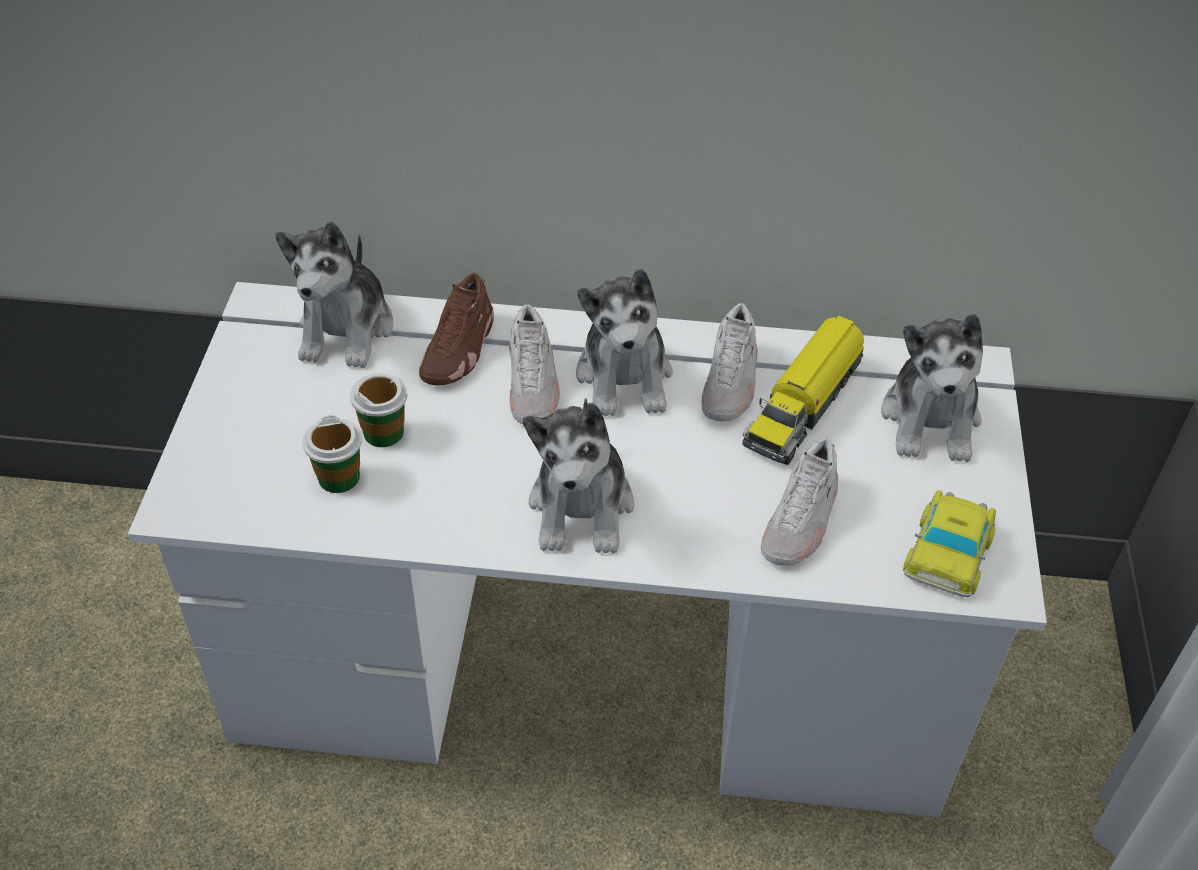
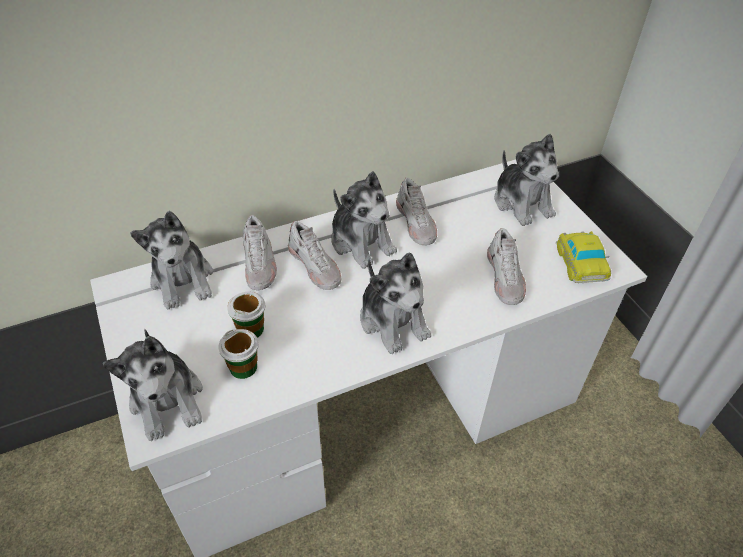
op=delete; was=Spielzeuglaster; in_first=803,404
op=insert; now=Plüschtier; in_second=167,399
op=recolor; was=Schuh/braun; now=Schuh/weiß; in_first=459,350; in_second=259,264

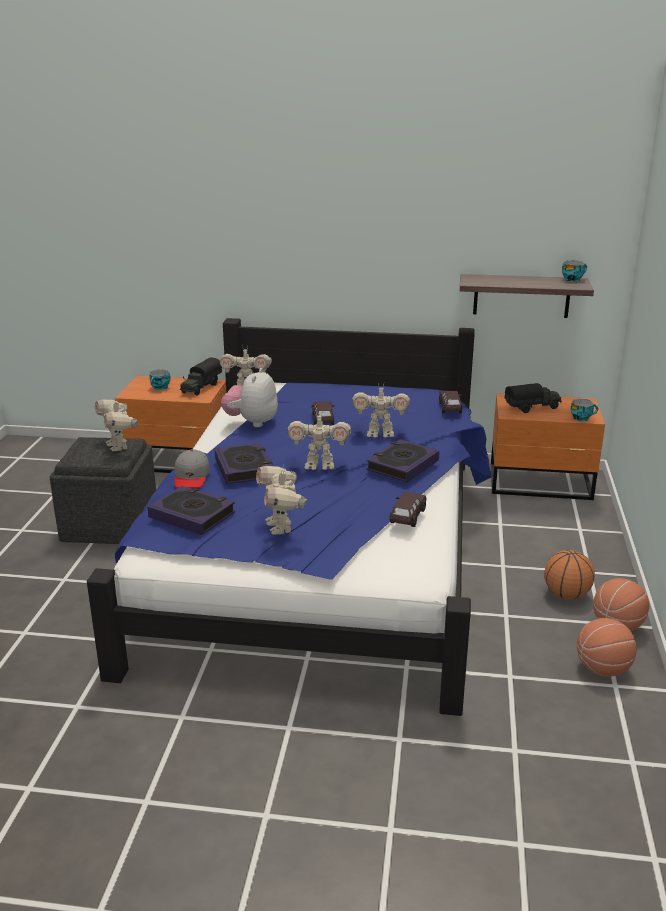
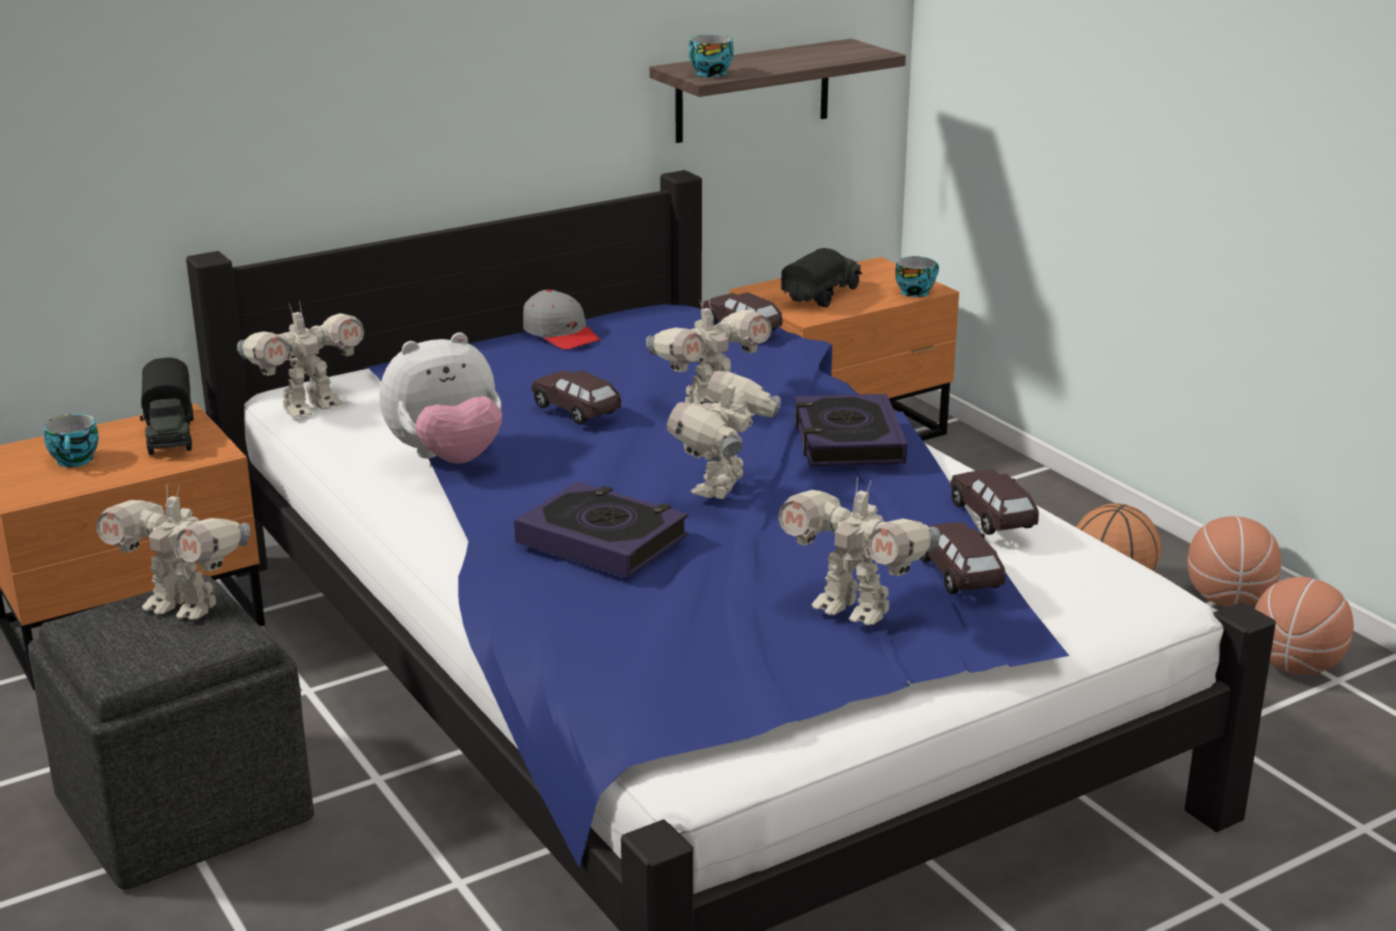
op=delete; was=Buch; in_first=192,515
op=insert; now=Spielzeugauto/braun; in_second=959,574
op=move; was=Kappe/grau; in_first=191,477; in_second=561,334
op=move; was=Tasse; in_first=572,279; in_second=711,73
op=rotate; was=Plüschtier; in_first=252,422; in_second=447,458; clockwise=-90
op=rotate; was=Spielzeugroboter; in_first=319,466; in_second=722,488; clockwise=150

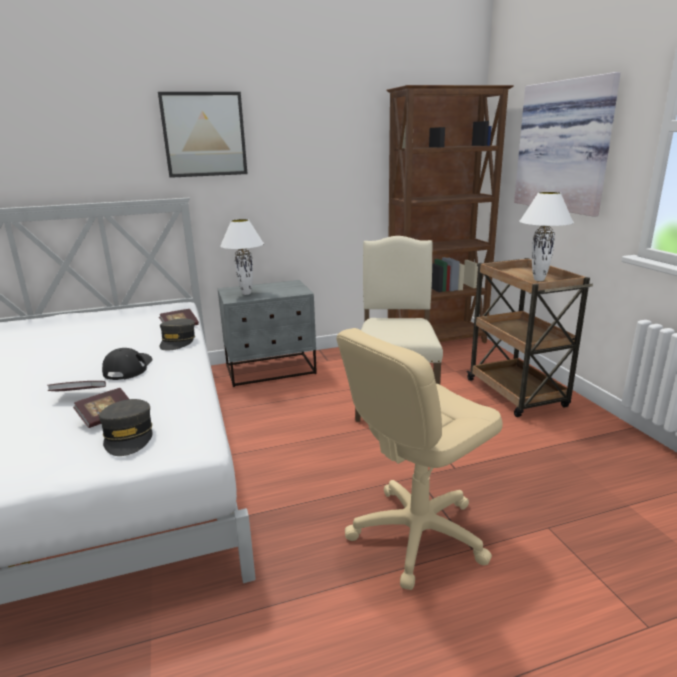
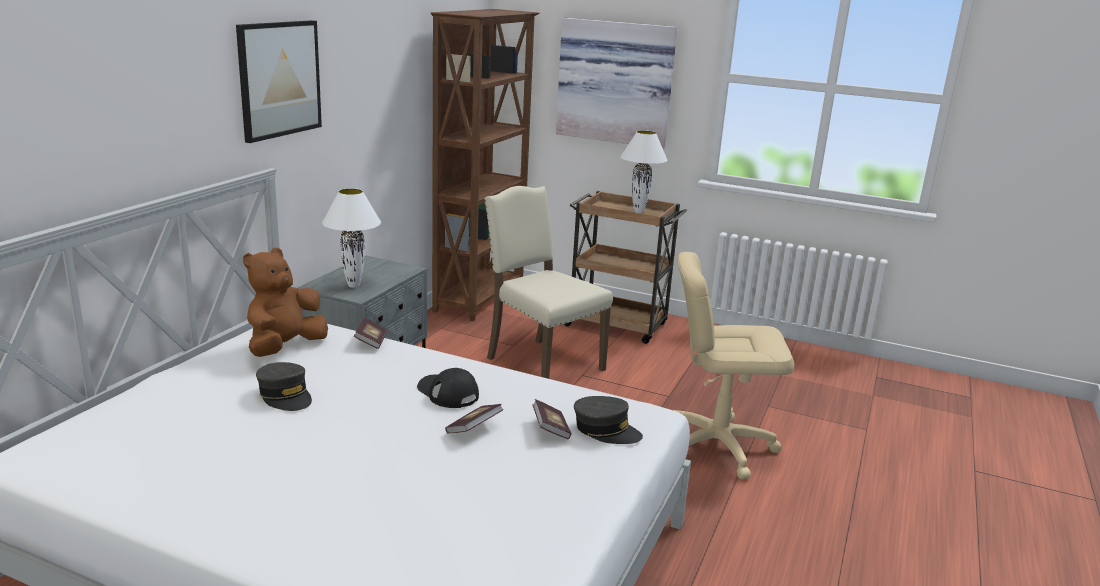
op=insert; now=Plüschtier/braun; in_second=285,348
op=move; was=Kappe/grau; in_first=177,341; in_second=285,396
op=rotate; was=Bürostuhl/beige; in_first=417,534; in_second=717,445; clockwise=90

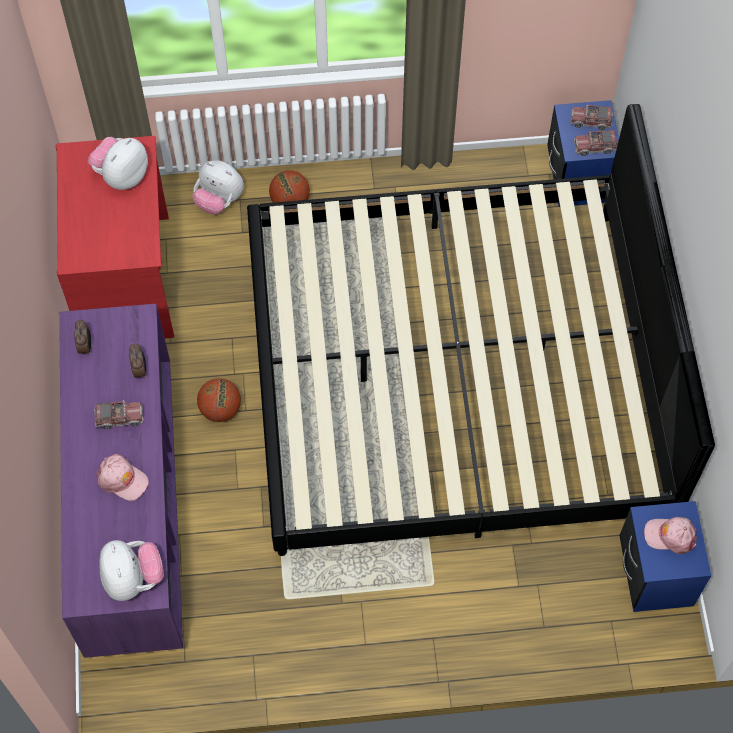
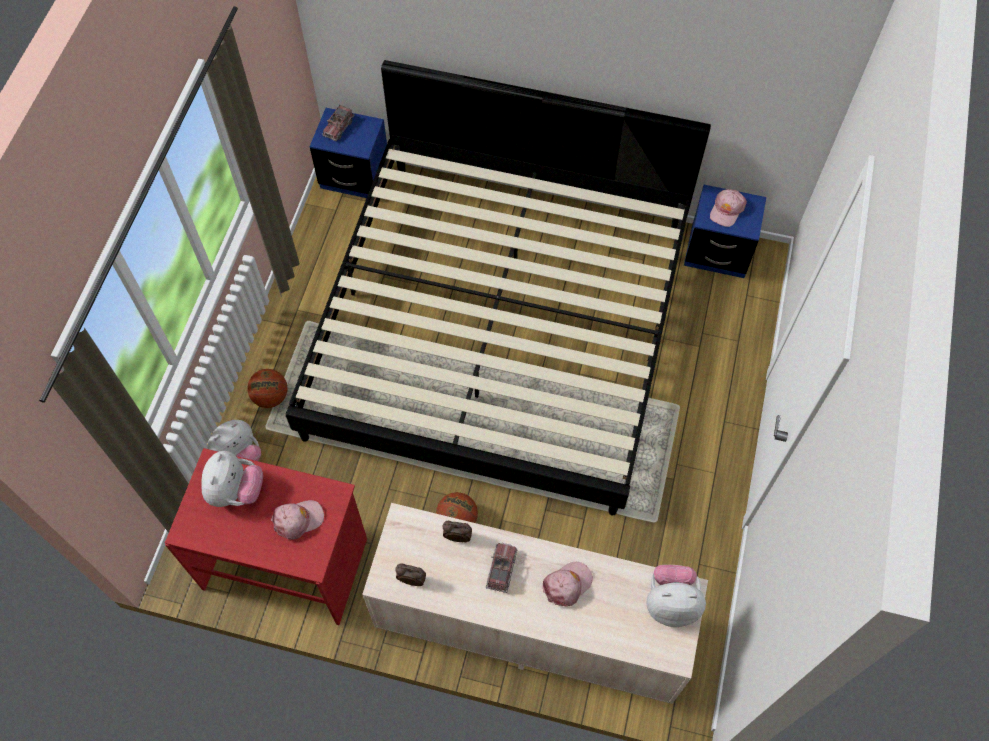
op=delete; was=Spielzeuglaster; in_first=595,146
op=insert; now=Kappe/rosa; in_second=298,520
op=recolor; was=Kommode/lila; now=Kommode/beige; in_first=132,511; in_second=530,626
op=rotate; was=Plüschtier; in_first=122,176; in_second=236,491; clockwise=-135

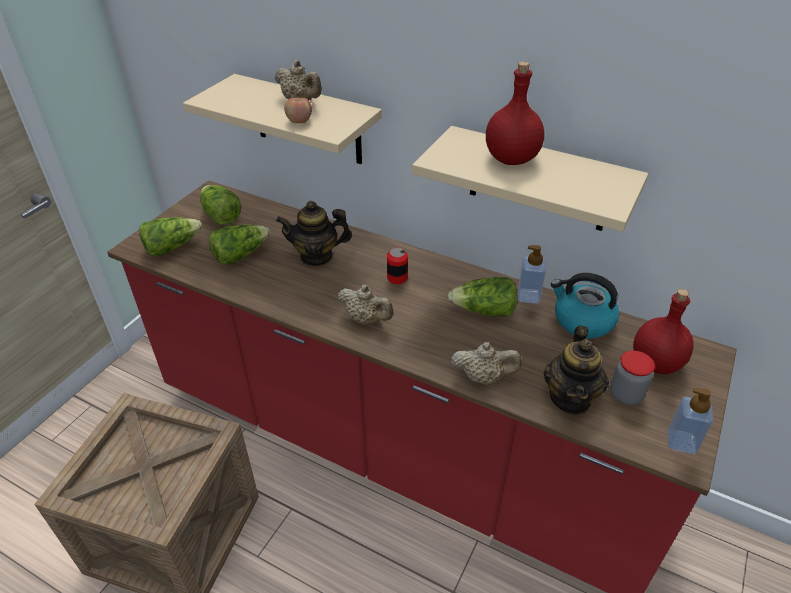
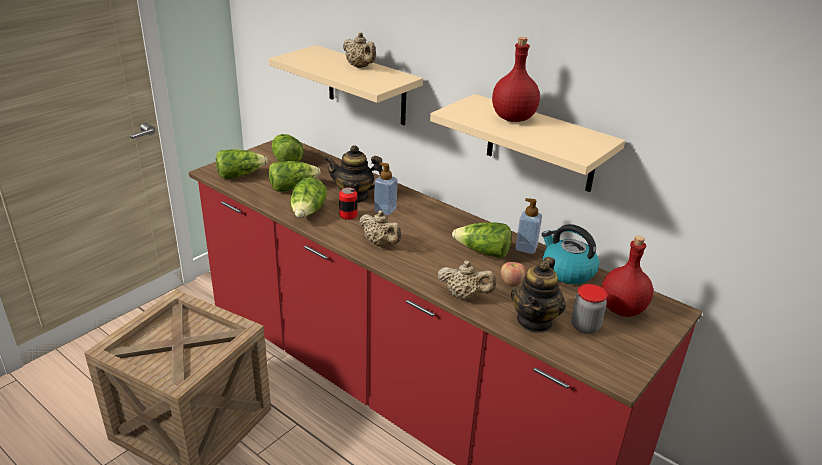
op=insert; now=Salatkopf; in_second=308,212
op=move; was=Apfel; in_first=299,121; in_second=511,282
op=move; was=Dose; in_first=397,278; in_second=348,215
op=move; was=Seifenspender; in_first=681,442; in_second=385,210

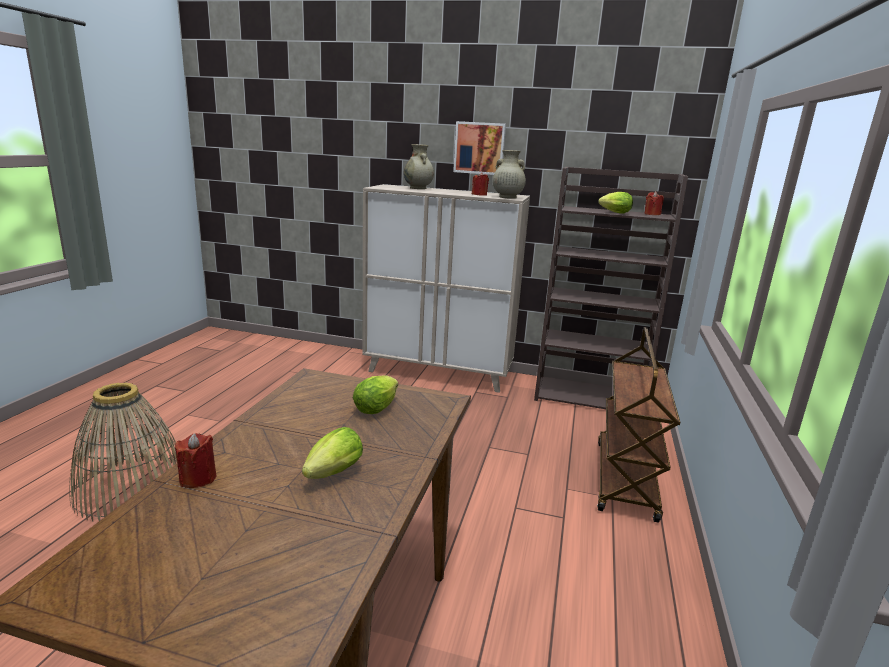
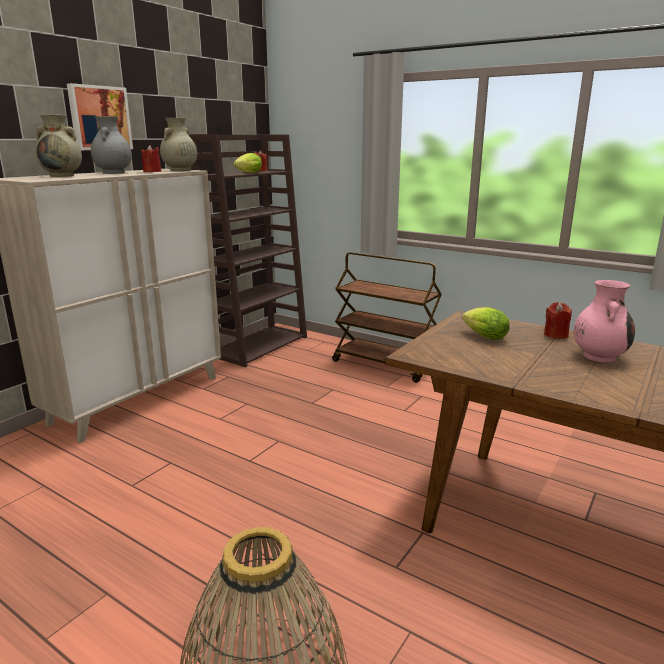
op=insert; now=Vase/grau; in_second=113,173
op=move; was=Kerze/rot; in_first=198,478; in_second=555,335
op=replace; was=Salatkopf; now=Vase/rosa; in_first=331,475; in_second=599,356

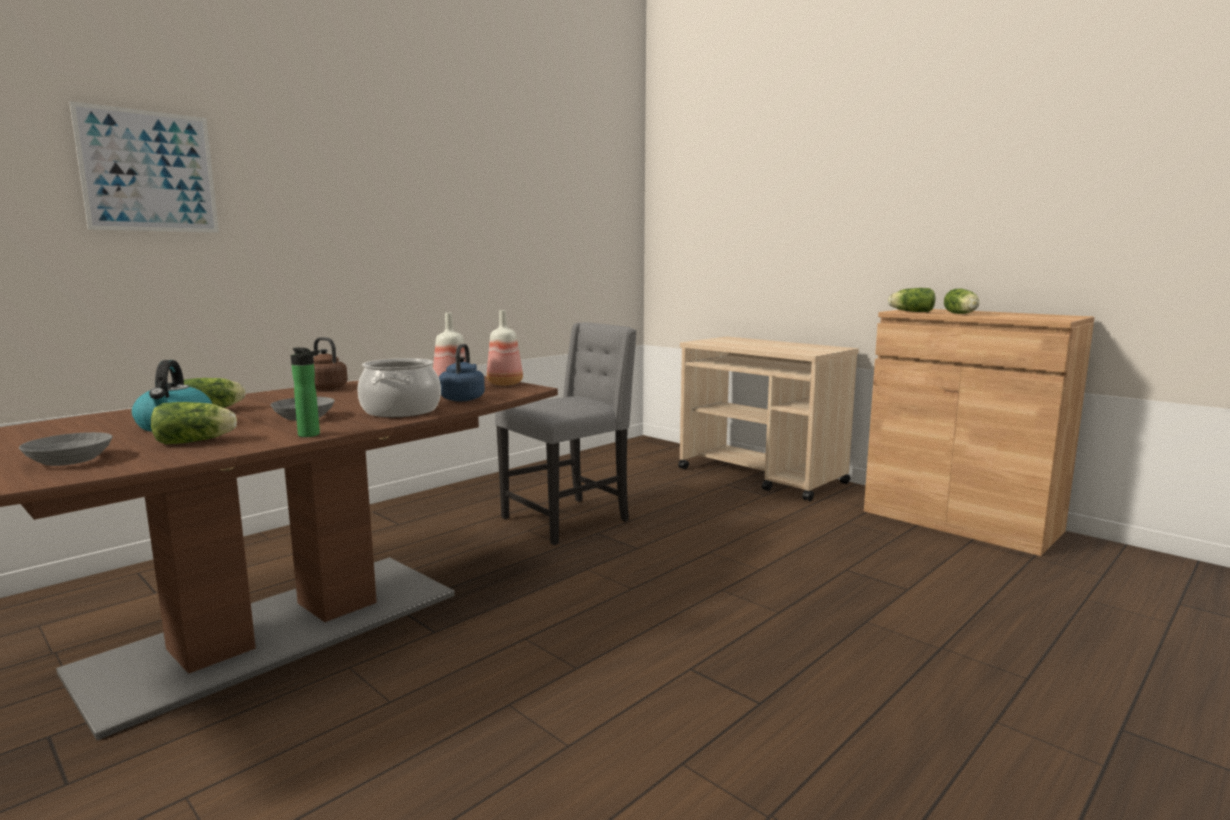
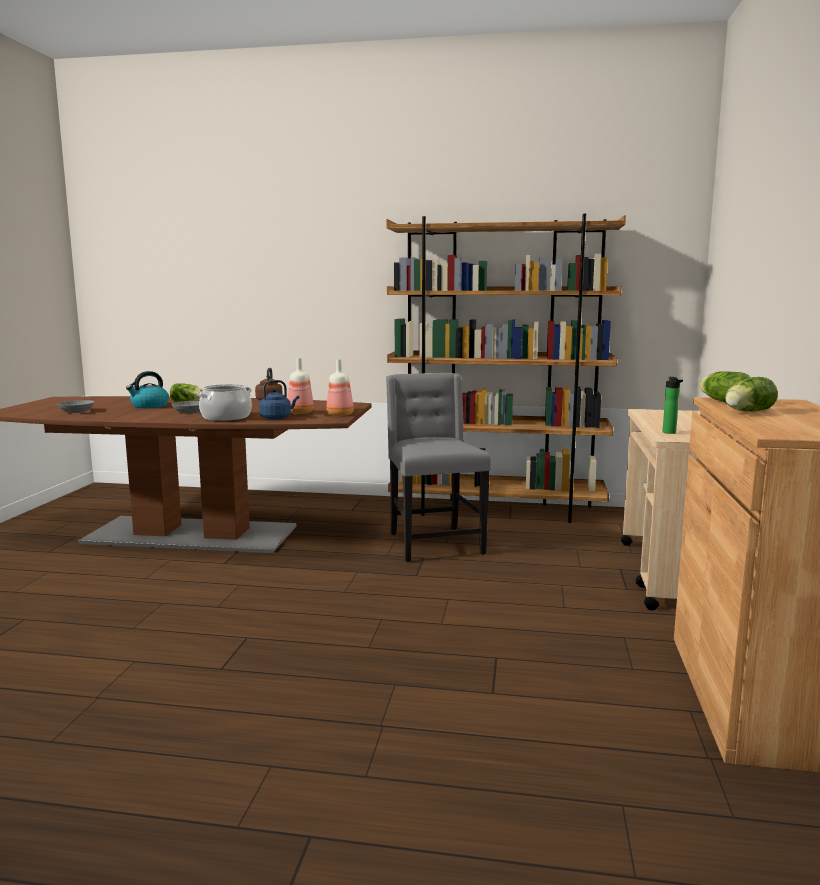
op=delete; was=Bild; in_first=149,171
op=delete; was=Salatkopf; in_first=197,441
op=insert; now=Bücherregal/braun; in_second=497,510
op=move; was=Flasche; in_first=311,435; in_second=670,433
op=rotate; was=Stuhl/grau; in_first=568,520; in_second=433,543; clockwise=-120

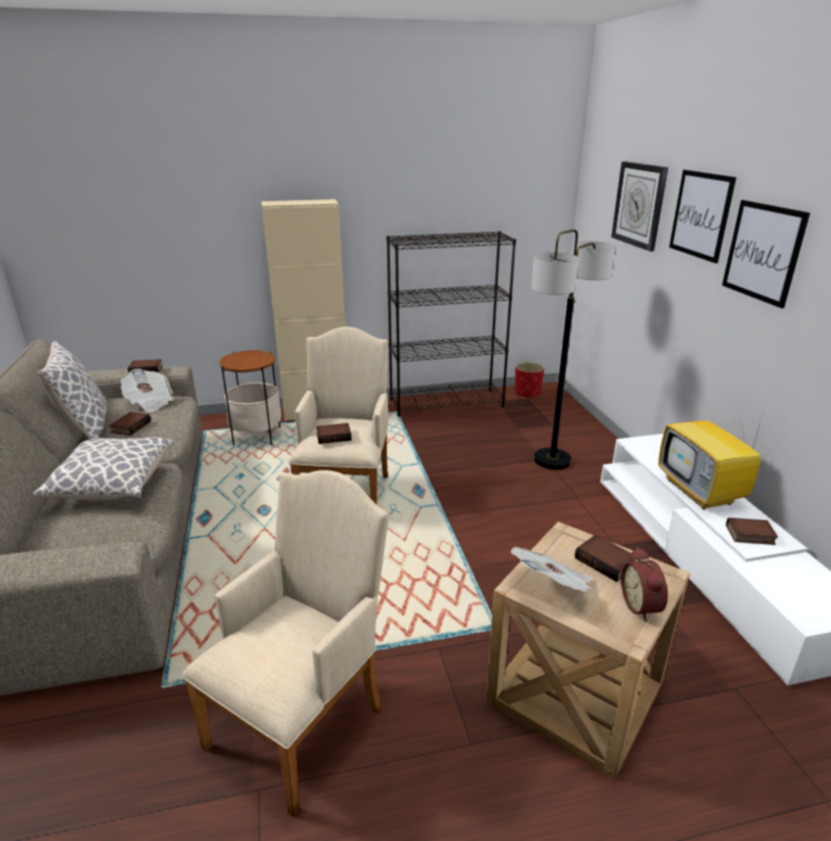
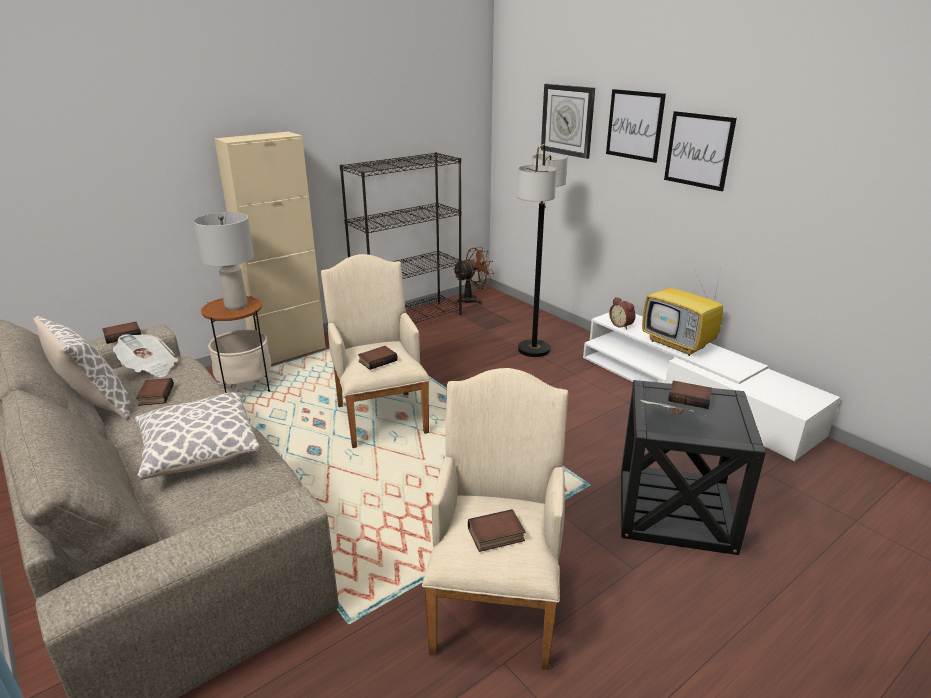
op=insert; now=Tischlampe/grau; in_second=236,306
op=move; was=Wecker; in_first=642,606; in_second=622,325
op=move; was=Buch; in_first=749,535; in_second=495,535
op=replace; was=Pflanzkübel/rot; now=Ventilator/braun; in_first=527,393; in_second=472,299
op=recolor; was=Beistelltisch/beige; now=Beistelltisch/schwarz; in_first=575,692; in_second=675,510

